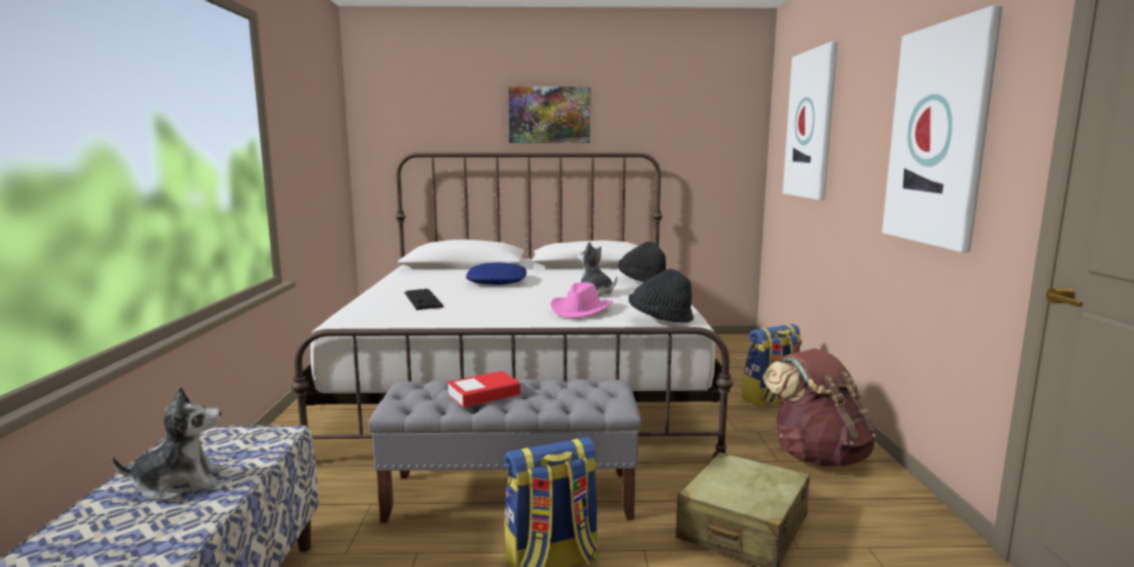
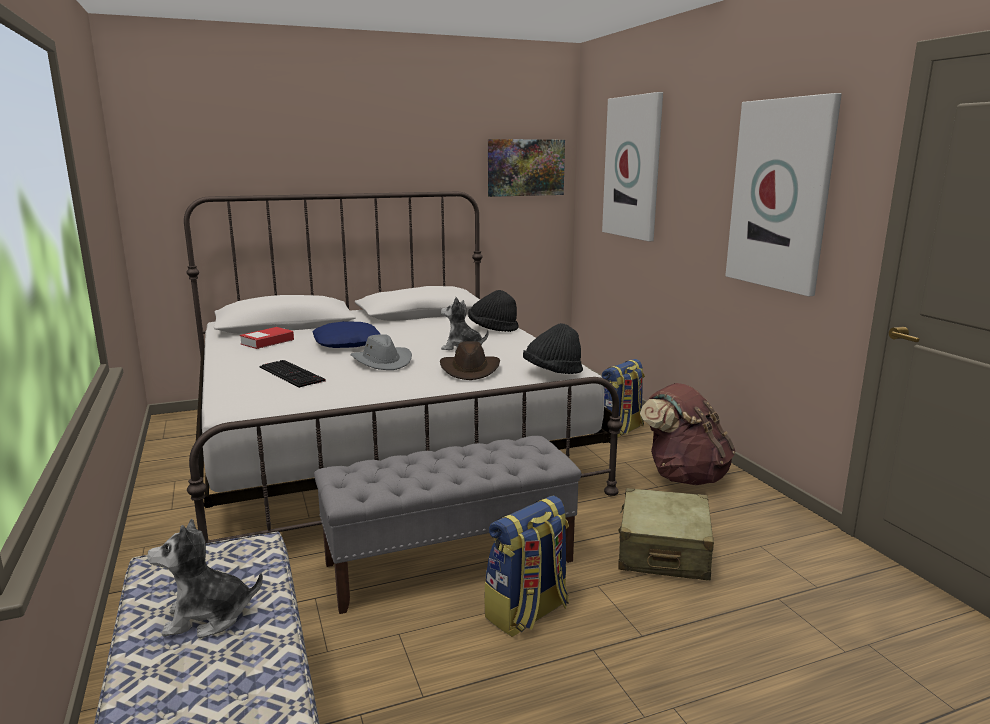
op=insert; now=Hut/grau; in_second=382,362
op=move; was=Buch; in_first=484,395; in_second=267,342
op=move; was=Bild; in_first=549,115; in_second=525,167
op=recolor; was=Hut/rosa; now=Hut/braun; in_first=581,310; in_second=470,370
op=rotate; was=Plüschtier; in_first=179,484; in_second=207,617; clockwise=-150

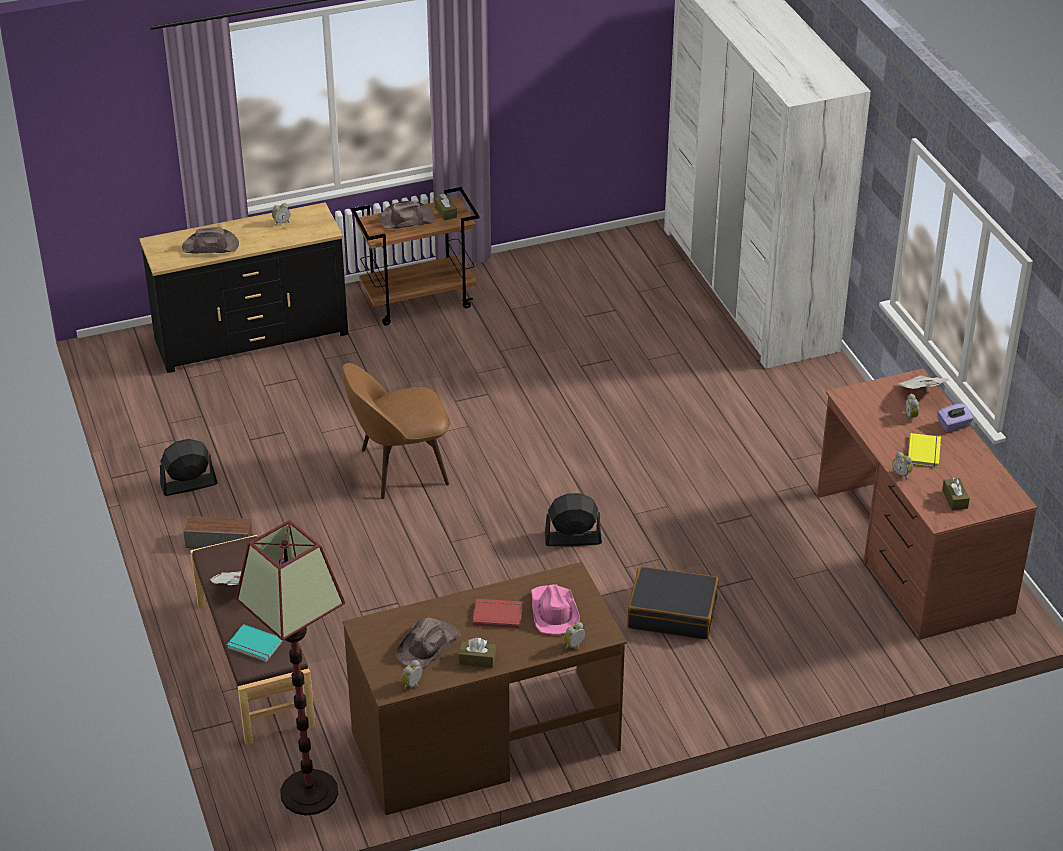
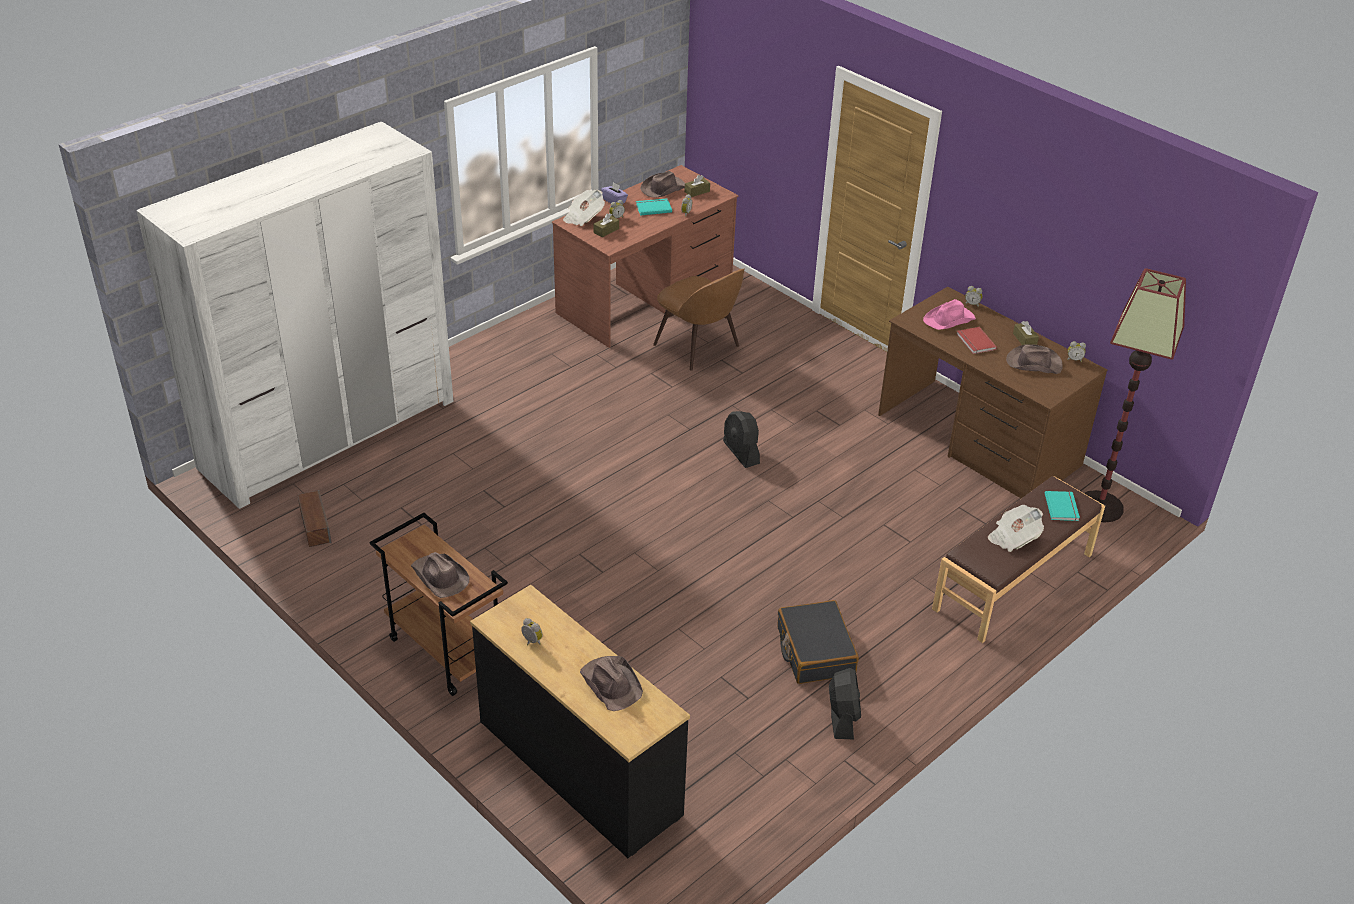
op=insert; now=Hut/braun; in_second=663,188
op=move; was=Lautsprecher; in_first=219,541; in_second=315,526
op=move; was=Stuhl/braun; in_first=400,468; in_second=698,347
op=move; was=Taschentuchbox/braun; in_first=445,212; in_second=606,231
op=move; was=Koffer/schwarz; in_first=672,613; in_second=815,651
op=recolor; was=Buch/gelb; now=Buch/türkis; in_first=925,452; in_second=653,208
op=rotate; was=Ventilator/schwarz; in_first=188,484; in_second=842,717; clockwise=-135

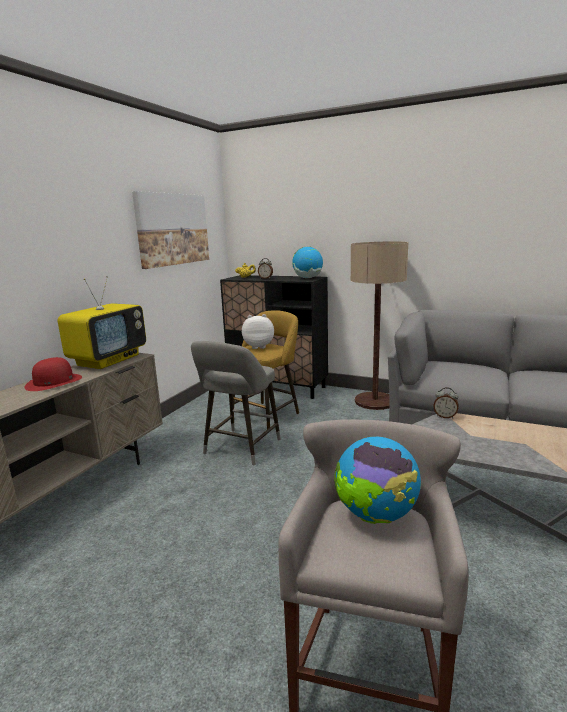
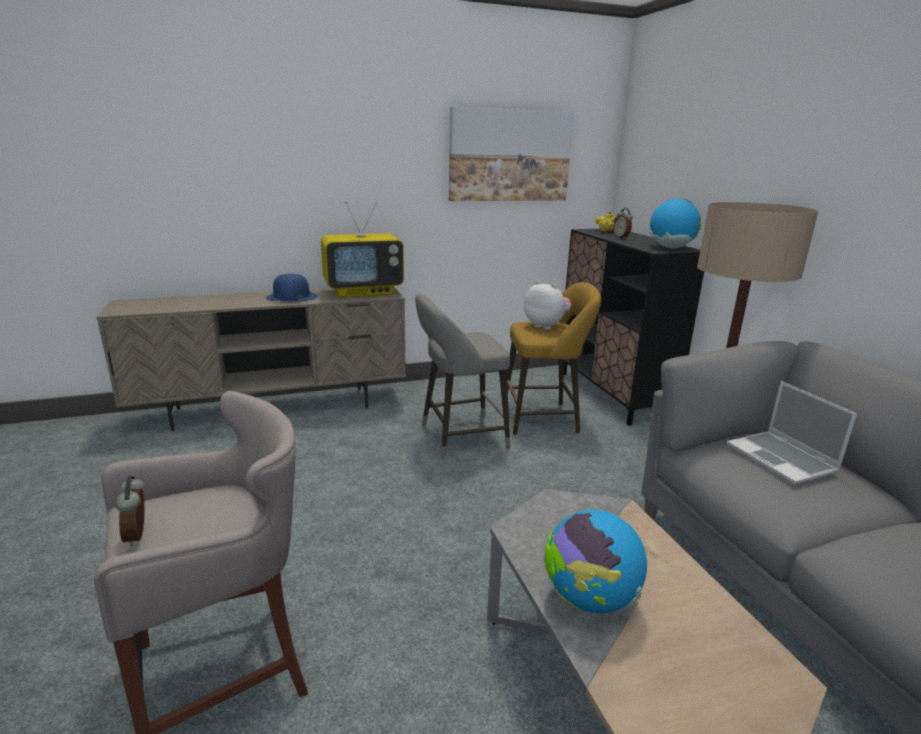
op=insert; now=Laptop; in_second=782,459
op=move; was=Globus; in_first=376,515; in_second=589,599
op=move; was=Wecker; in_first=445,416; in_second=139,536
op=recolor; was=Hut/rot; now=Hut/blau; in_first=53,382; in_second=291,297

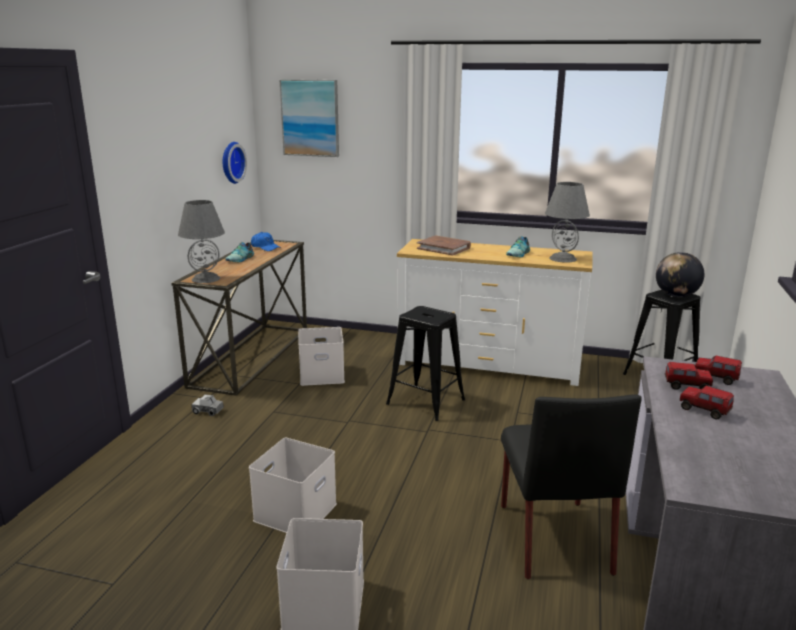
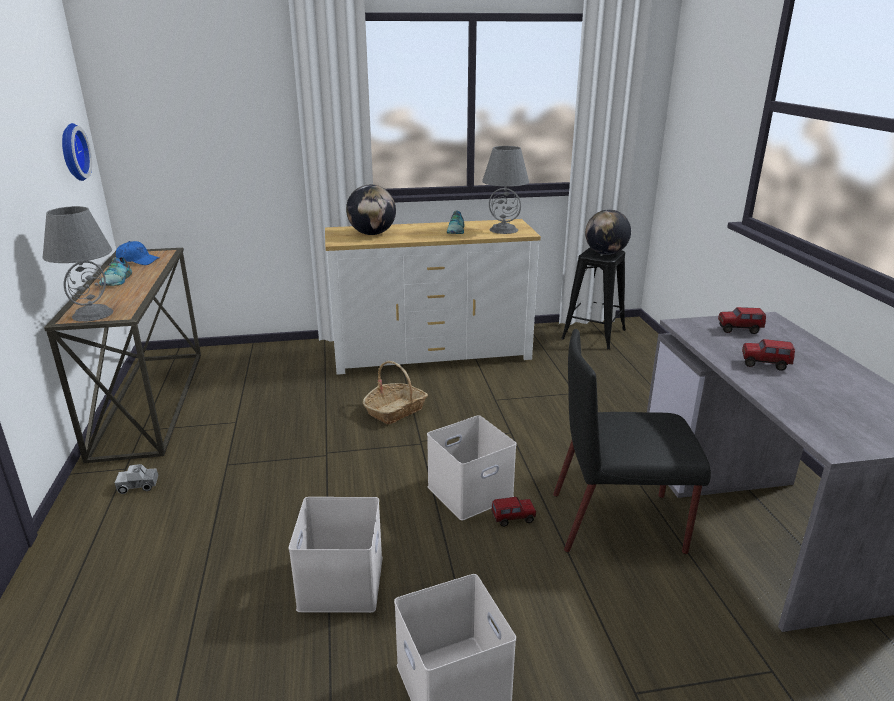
op=delete; was=Bild; in_first=310,118
op=move; was=Aufbewahrungsbox/weiß; in_first=323,374; in_second=470,491
op=move; was=Spielzeuglaster; in_first=686,387; in_second=513,519
op=replace; was=Hocker/schwarz; now=Korb; in_first=425,402; in_second=396,410
op=replace; was=Buch/braun; now=Globus; in_first=444,248; in_second=372,234
op=rotate; was=Stuhl/schwarz; in_first=553,536; in_second=619,522; clockwise=120

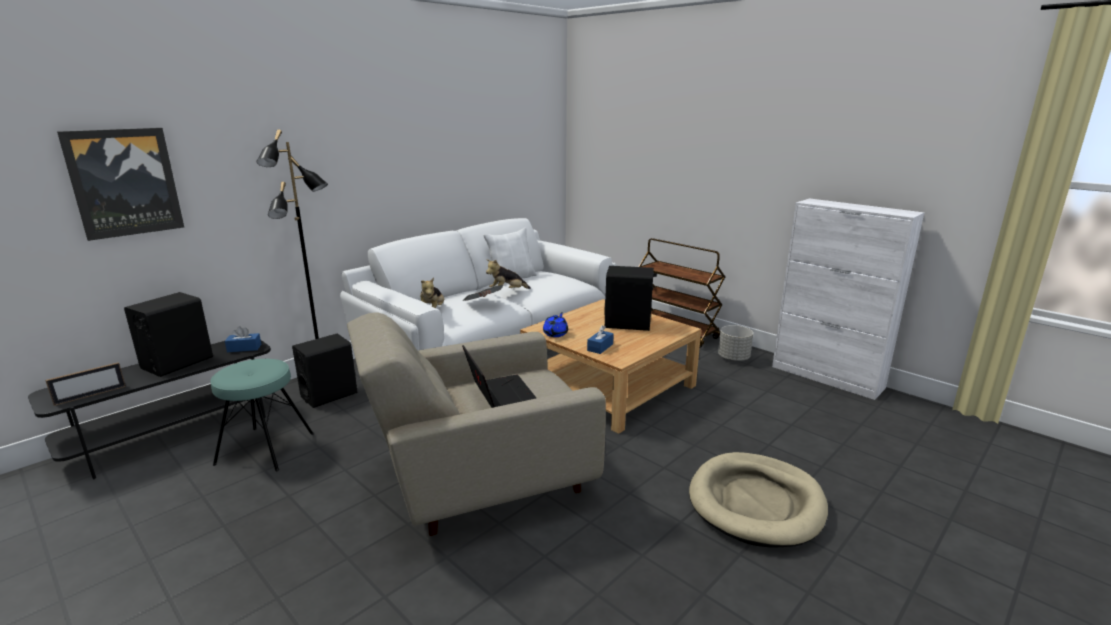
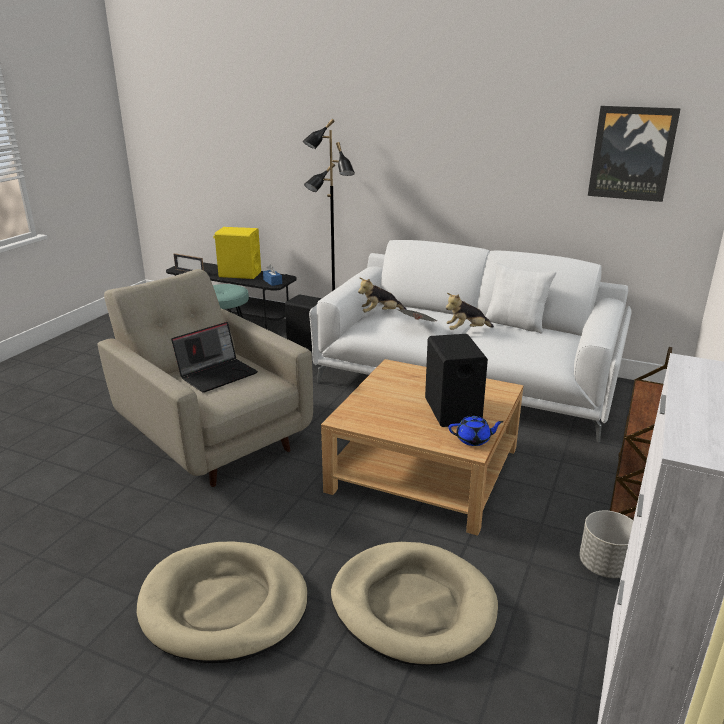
op=delete; was=Taschentuchbox/blau; in_first=600,347
op=insert; now=Hundebett/beige; in_second=413,606
op=move; was=Bild; in_first=124,182; in_second=632,153
op=move; was=Teekanne/blau; in_first=555,333; in_second=473,440
op=recolor; was=Lautsprecher/schwarz; now=Lautsprecher/gelb; in_first=177,363; in_second=239,274
op=rotate; was=Plüschtier; in_first=507,292; in_second=466,330; clockwise=-60

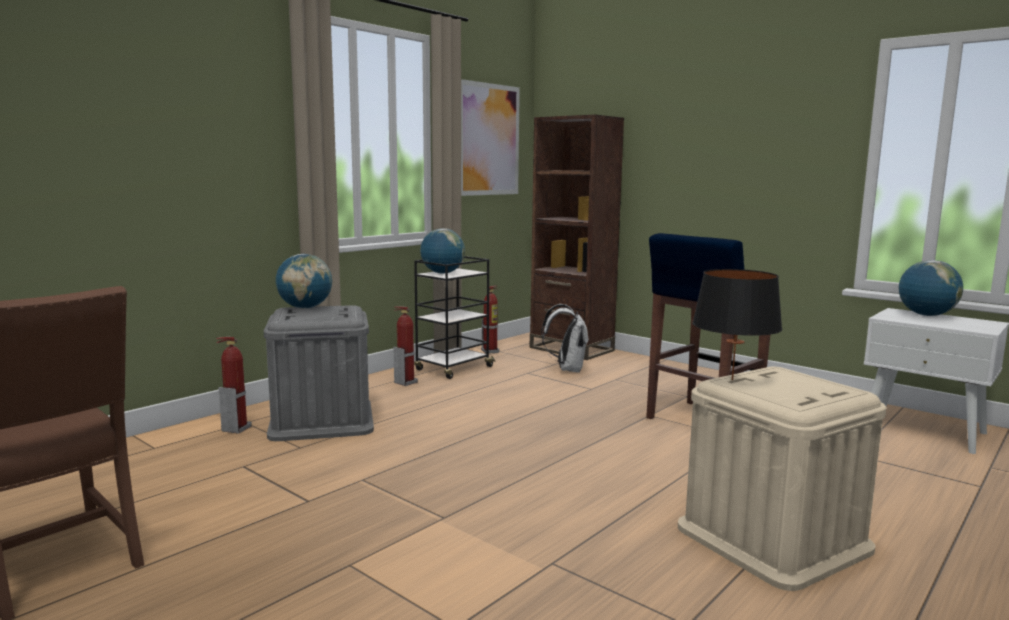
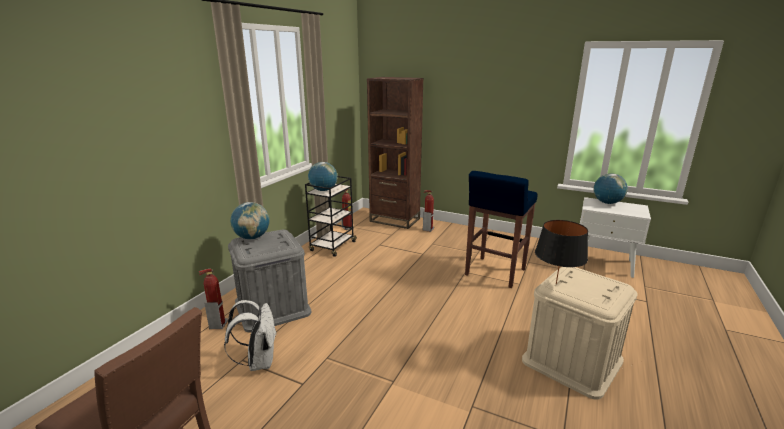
op=delete; was=Bild; in_first=488,140
op=move; was=Feuerlöscher; in_first=405,382; in_second=428,229
op=move; was=Rucksack/weiß; in_first=567,369; in_second=259,361

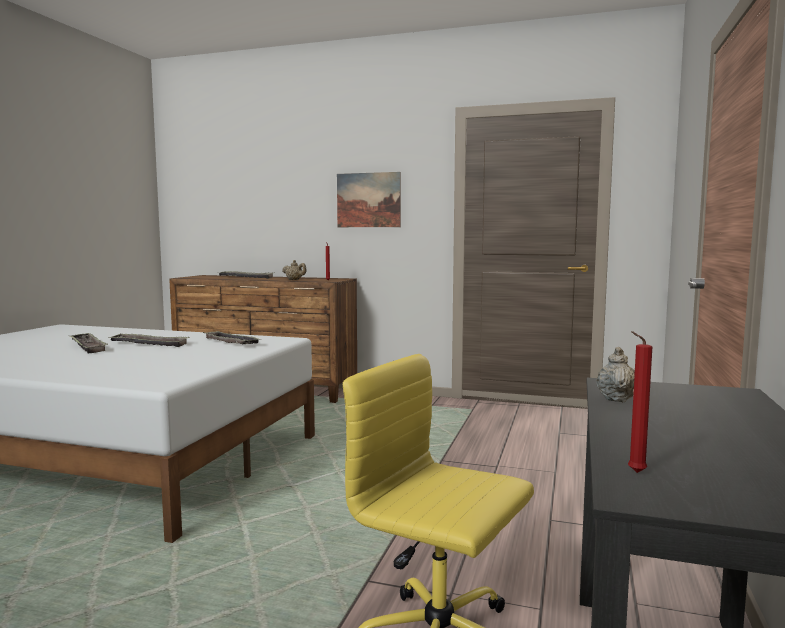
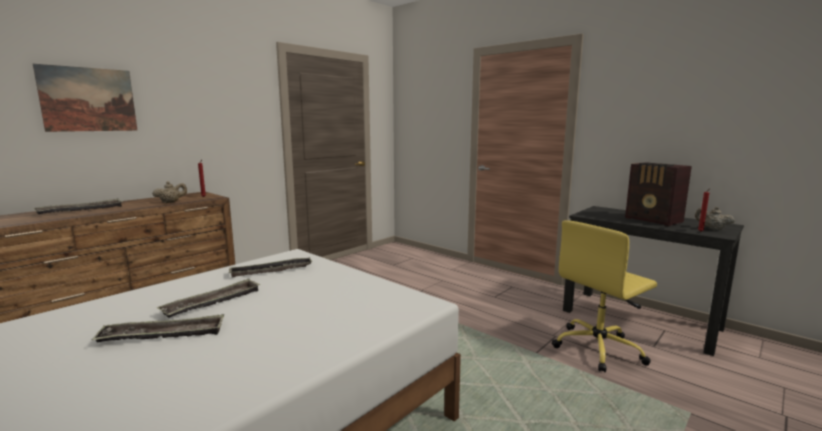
op=insert; now=Radio; in_second=654,220
op=move; was=Bild; in_first=368,200; in_second=88,99
op=move; was=Teekanne/beige; in_first=617,399; in_second=712,229

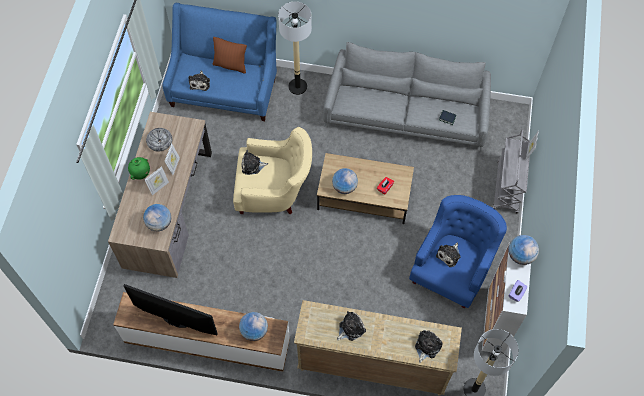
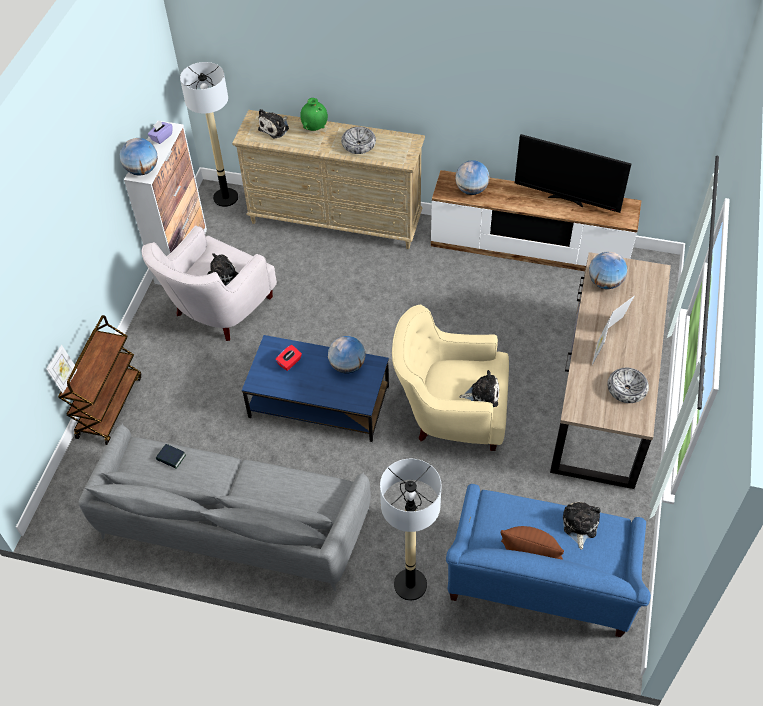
op=move; was=Vase/grün; in_first=141,174; in_second=315,127
op=replace; was=Plüschtier; now=Schüssel; in_first=350,328; in_second=359,144
op=recolor; was=Couchtisch/braun; now=Couchtisch/blau; in_first=365,196; in_second=318,401
op=recolor; was=Sessel/blau; now=Sessel/weiß; in_first=452,268; in_second=217,310
op=recolor; was=Rollwagen/grau; now=Rollwagen/braun; in_first=507,187; in_second=109,406

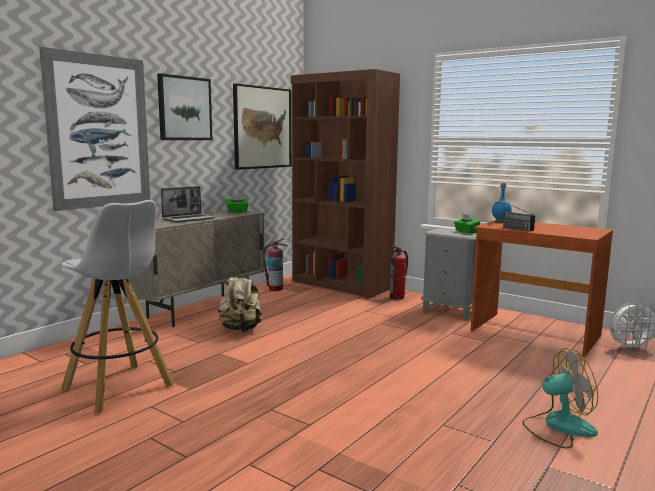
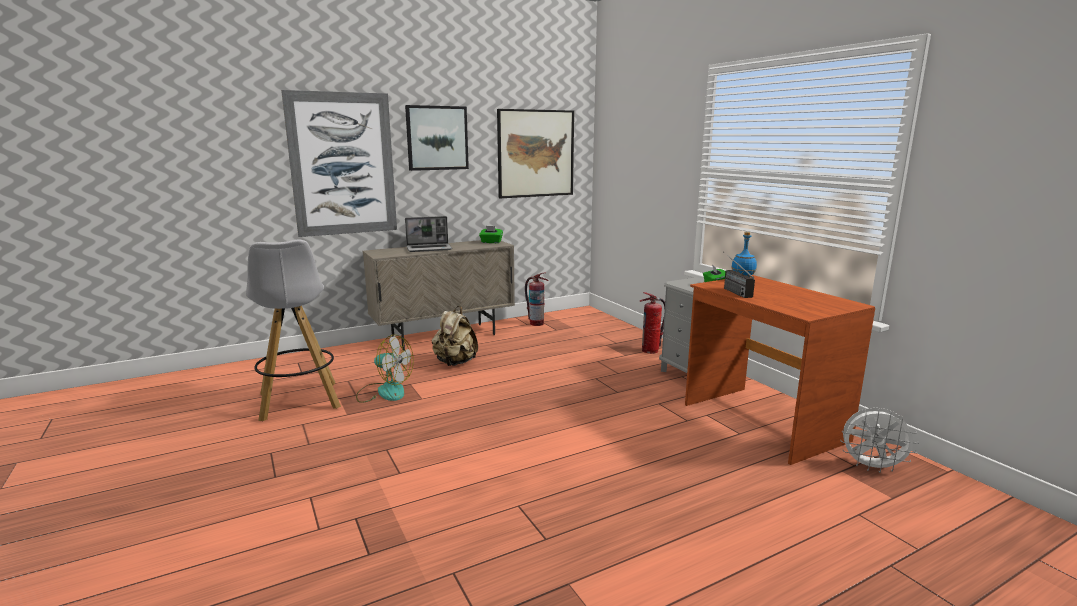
op=delete; was=Bücherregal/braun; in_first=341,285
op=move; was=Ventilator; in_first=558,427; in_second=384,391

